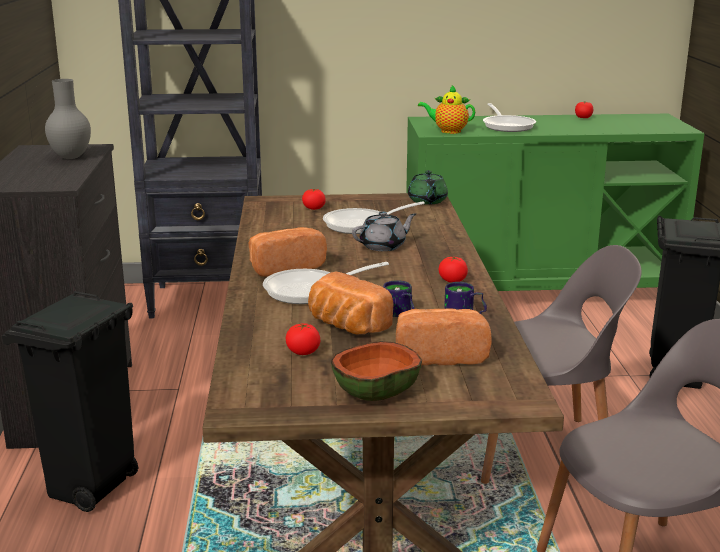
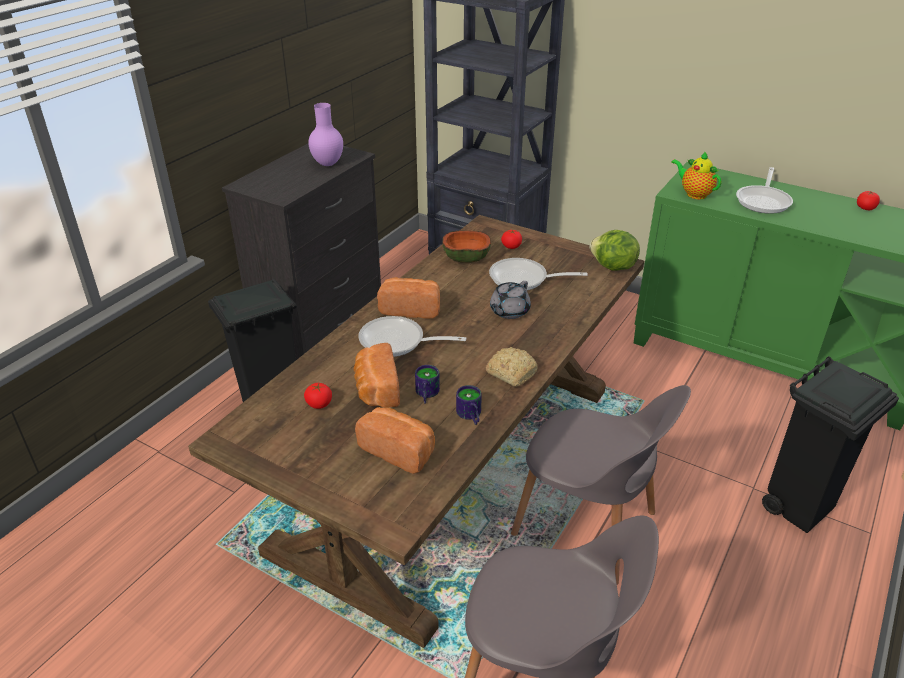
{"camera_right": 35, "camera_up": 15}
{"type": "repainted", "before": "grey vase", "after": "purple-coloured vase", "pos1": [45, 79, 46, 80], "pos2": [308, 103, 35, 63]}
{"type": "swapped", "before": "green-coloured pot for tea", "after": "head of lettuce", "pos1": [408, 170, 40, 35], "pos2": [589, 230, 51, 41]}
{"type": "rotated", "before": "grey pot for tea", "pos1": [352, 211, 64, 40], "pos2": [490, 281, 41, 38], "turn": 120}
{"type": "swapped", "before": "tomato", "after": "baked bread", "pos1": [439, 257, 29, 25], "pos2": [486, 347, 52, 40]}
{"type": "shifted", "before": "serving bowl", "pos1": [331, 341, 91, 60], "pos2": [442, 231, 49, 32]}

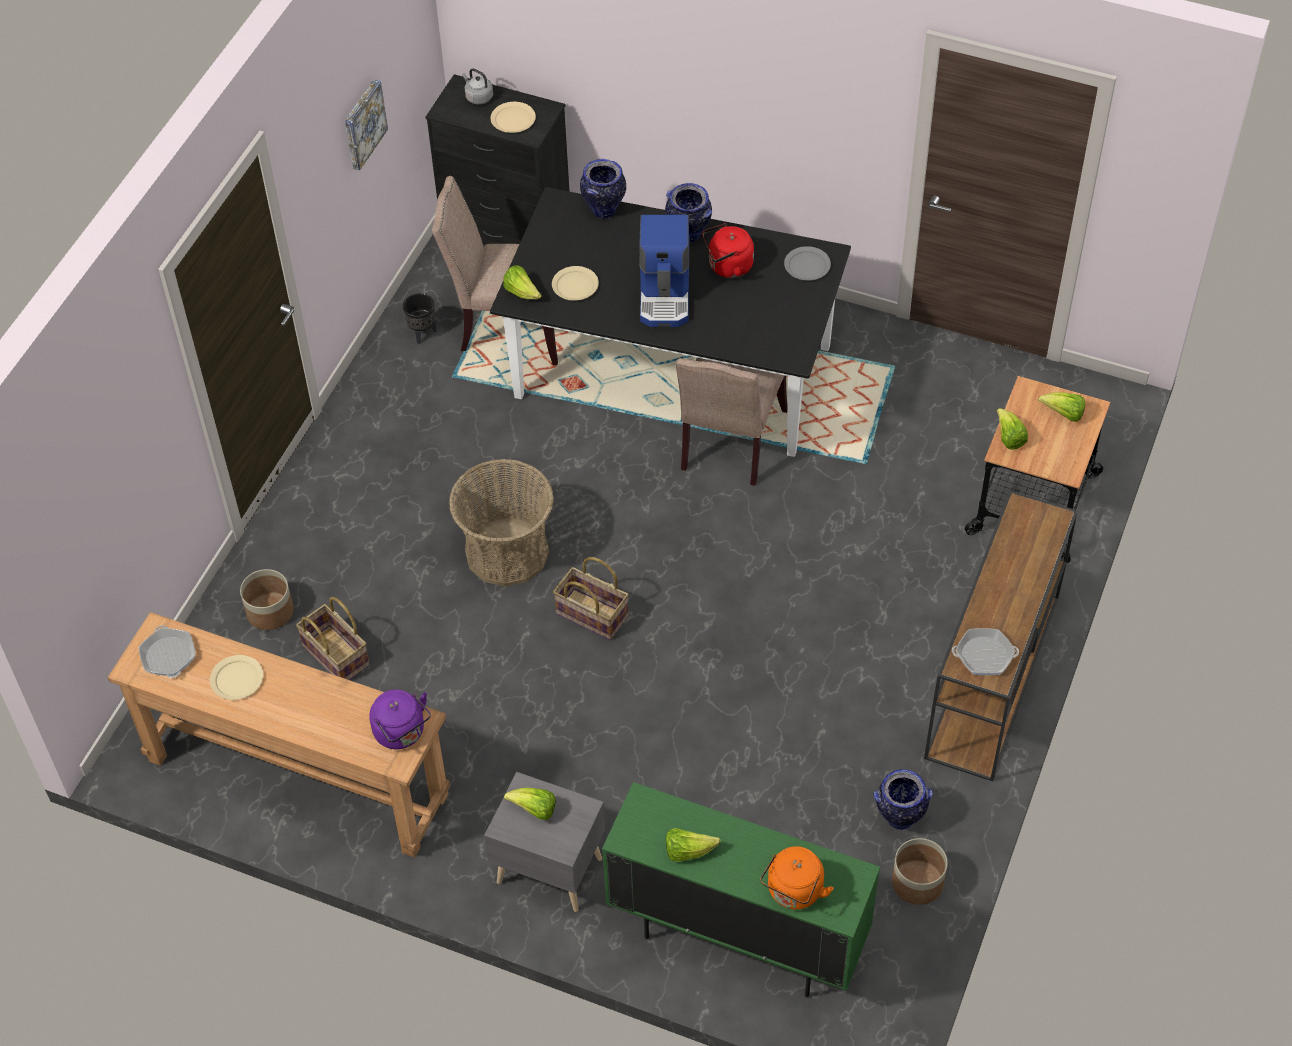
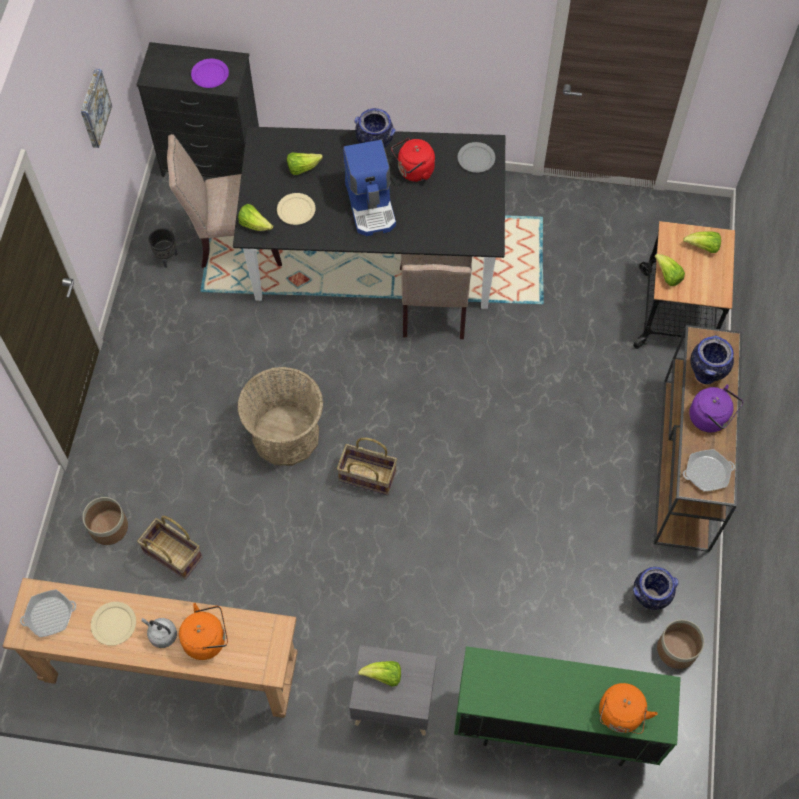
{"camera_right": -15, "camera_up": 10}
{"type": "shifted", "before": "grey water kettle", "pos1": [462, 68, 31, 37], "pos2": [141, 618, 36, 30]}
{"type": "repainted", "before": "beige flat dish", "after": "purple-coloured flat dish", "pos1": [491, 102, 45, 31], "pos2": [191, 59, 38, 29]}
{"type": "shifted", "before": "vase", "pos1": [580, 159, 46, 60], "pos2": [690, 336, 44, 48]}
{"type": "rotated", "before": "frying pan", "pos1": [139, 625, 57, 53], "pos2": [20, 589, 56, 48], "turn": -75}
{"type": "shifted", "before": "purple-coloured water kettle", "pos1": [369, 690, 62, 59], "pos2": [689, 385, 54, 47]}
{"type": "shifted", "before": "head of lettuce", "pos1": [666, 828, 55, 34], "pos2": [287, 152, 36, 23]}
{"type": "new", "after": "orange-coloured water kettle", "pos2": [179, 603, 49, 57]}

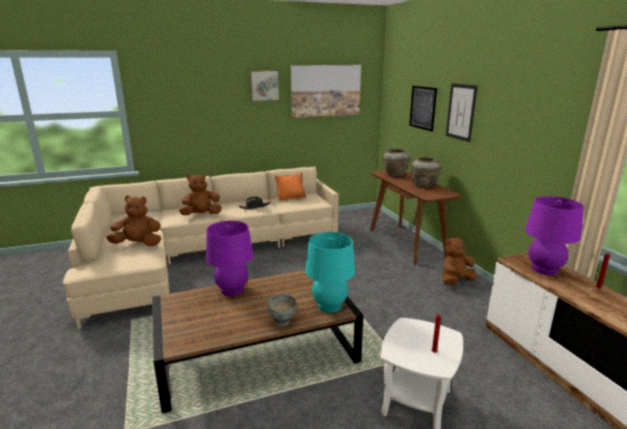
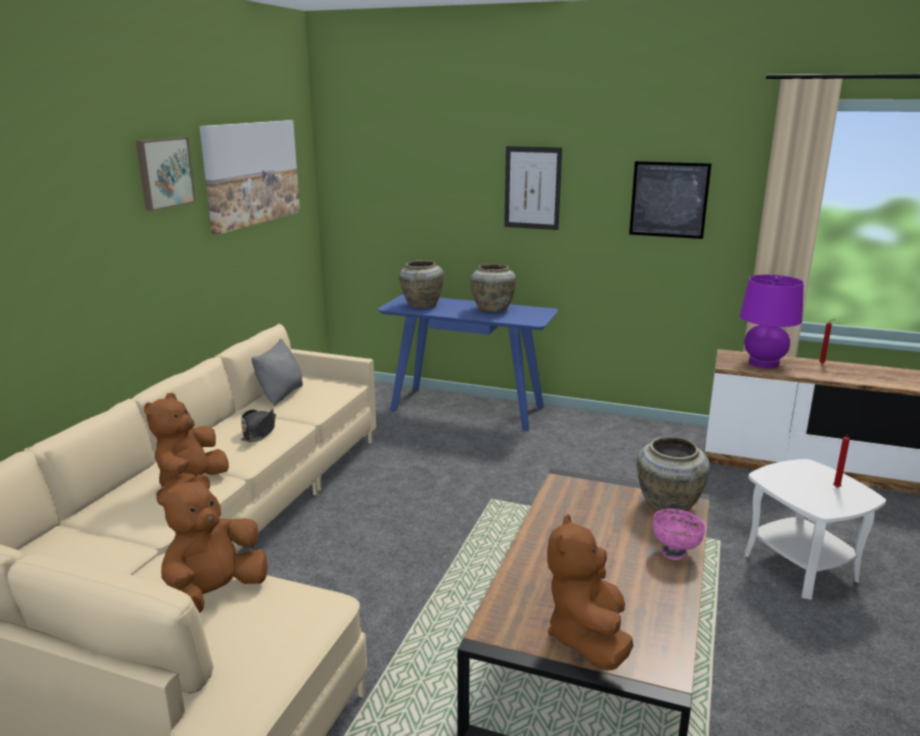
{"camera_right": -50, "camera_up": 0}
{"type": "shifted", "before": "picture", "pos1": [409, 86, 28, 45], "pos2": [629, 161, 83, 78]}
{"type": "repainted", "before": "brown-coloured narrow table", "after": "blue narrow table", "pos1": [370, 170, 91, 95], "pos2": [378, 295, 181, 136]}
{"type": "repainted", "before": "orange-coloured throw pillow", "after": "grey throw pillow", "pos1": [275, 172, 31, 29], "pos2": [251, 339, 52, 67]}
{"type": "gone", "before": "purple-coloured table lamp", "pos1": [206, 221, 48, 75]}
{"type": "swapped", "before": "turquoise-coloured table lamp", "after": "beige vase", "pos1": [305, 232, 50, 81], "pos2": [637, 436, 73, 76]}
{"type": "shifted", "before": "brown-coloured cuddly toy", "pos1": [442, 237, 35, 48], "pos2": [547, 514, 86, 157]}
{"type": "repainted", "before": "grey serving bowl", "after": "pinkish serving bowl", "pos1": [267, 294, 30, 31], "pos2": [653, 509, 53, 51]}

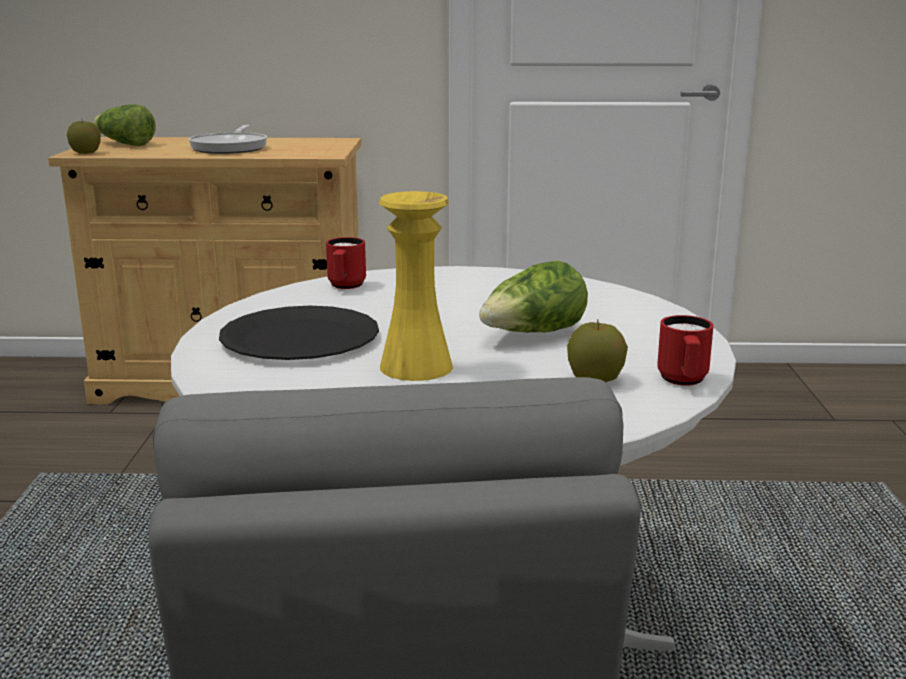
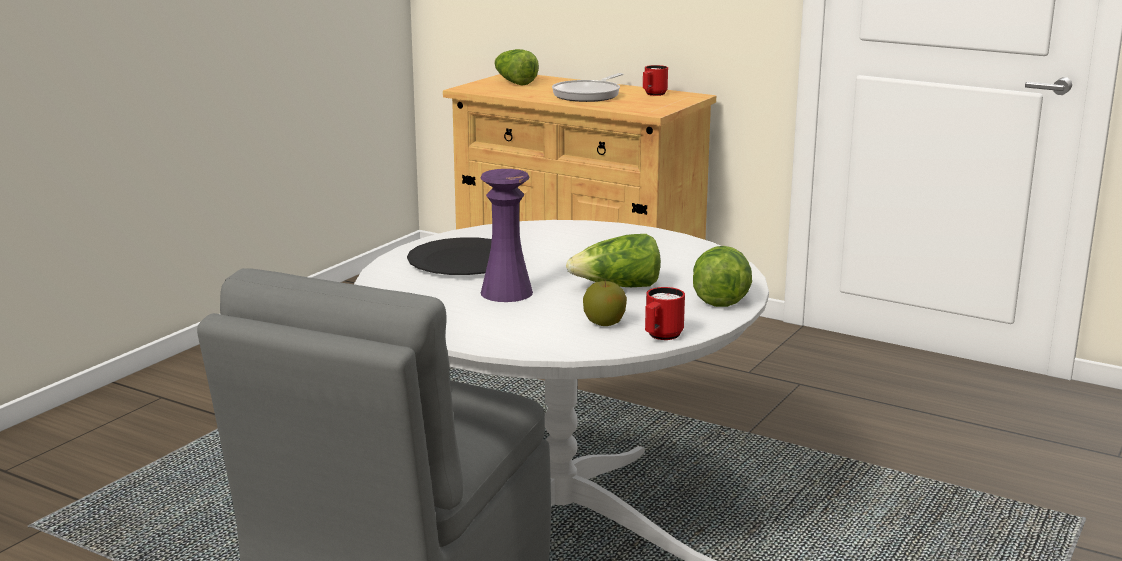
{"camera_right": 30, "camera_up": 0}
{"type": "gone", "before": "whole apple", "pos1": [67, 121, 34, 33]}
{"type": "repainted", "before": "yellow vase", "after": "purple-coloured vase", "pos1": [379, 191, 74, 190], "pos2": [481, 169, 52, 133]}
{"type": "shifted", "before": "red-coloured mug", "pos1": [326, 237, 40, 52], "pos2": [643, 65, 25, 31]}
{"type": "new", "after": "head of lettuce", "pos2": [693, 246, 59, 61]}

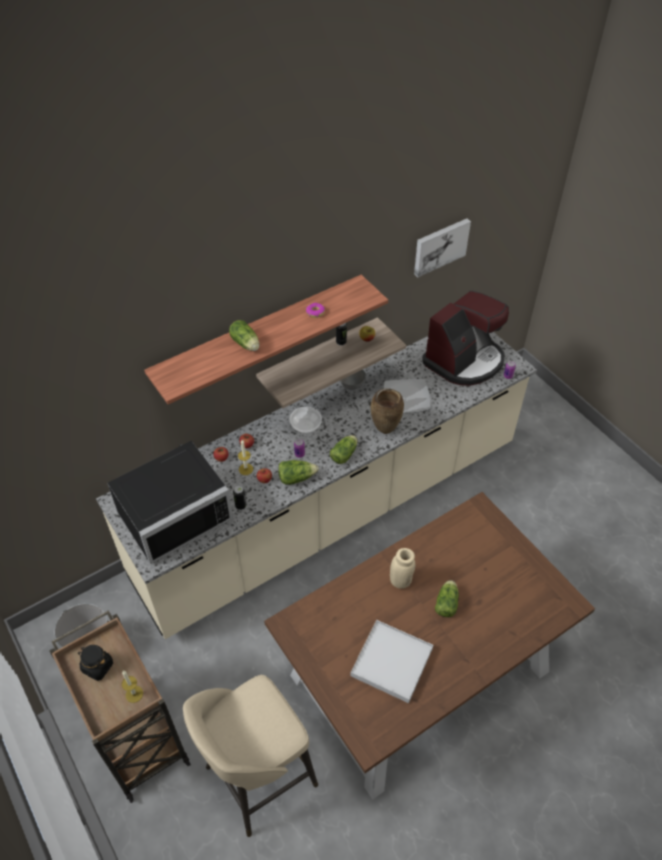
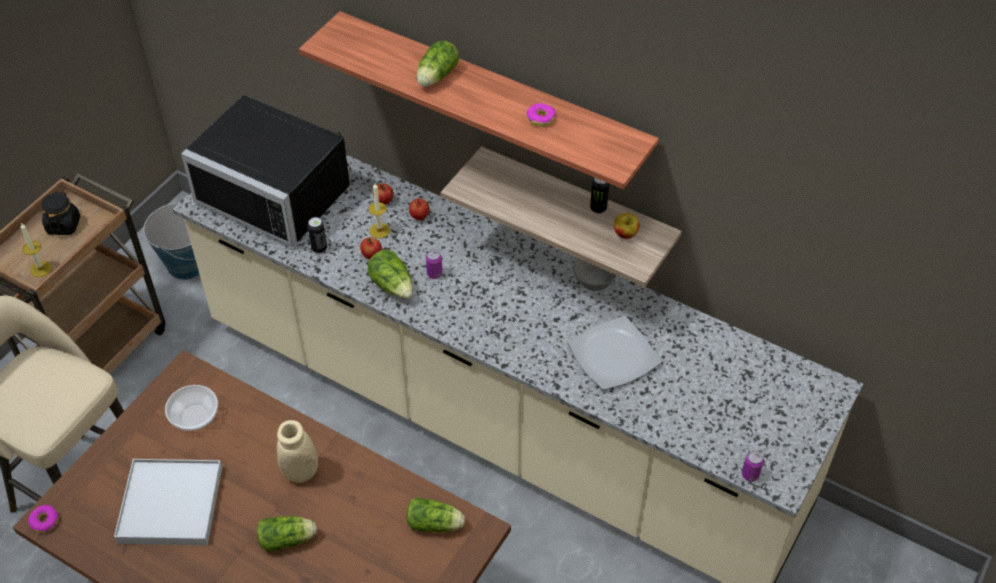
{"camera_right": 65, "camera_up": 0}
{"type": "gone", "before": "picture", "pos1": [414, 219, 57, 58]}
{"type": "gone", "before": "coffee machine", "pos1": [422, 291, 87, 95]}
{"type": "gone", "before": "brown-coloured vase", "pos1": [371, 389, 33, 45]}
{"type": "shifted", "before": "serving bowl", "pos1": [289, 407, 33, 27], "pos2": [165, 385, 53, 46]}
{"type": "shifted", "before": "head of lettuce", "pos1": [330, 435, 28, 29], "pos2": [407, 497, 58, 35]}
{"type": "new", "after": "doughnut", "pos2": [28, 505, 31, 28]}

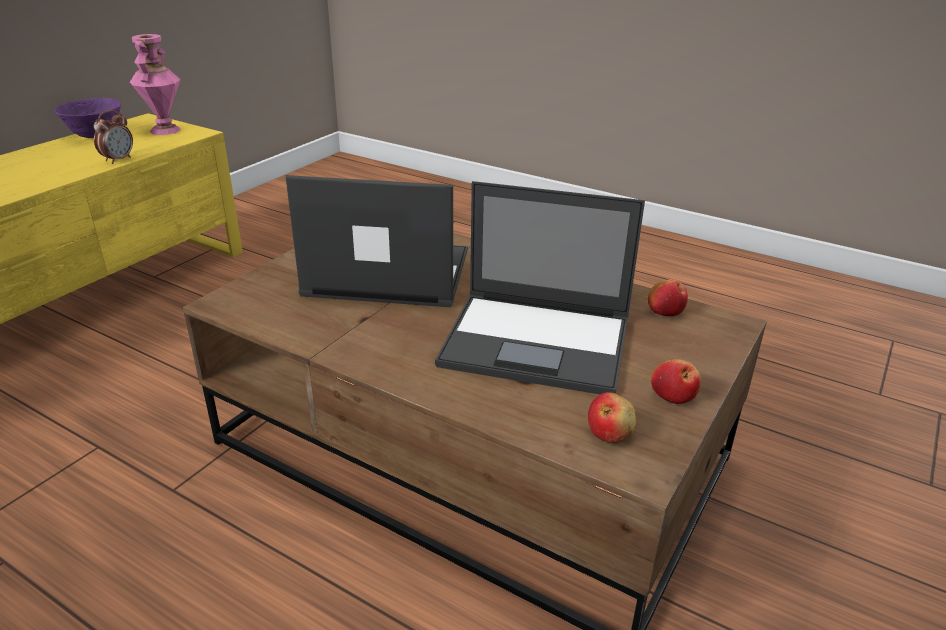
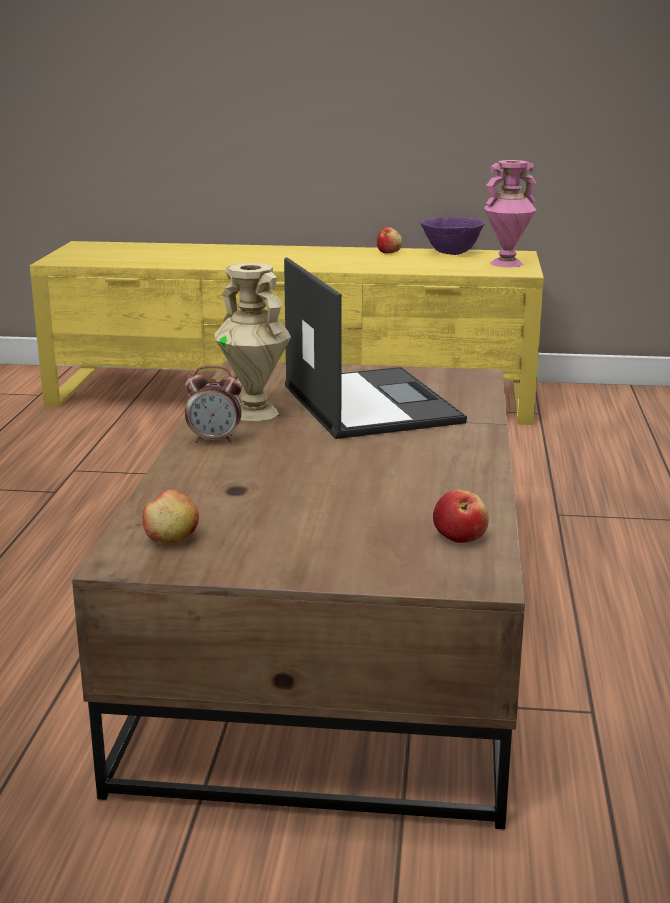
{"camera_right": 65, "camera_up": -10}
{"type": "shifted", "before": "table clock", "pos1": [93, 110, 40, 54], "pos2": [185, 365, 57, 78]}
{"type": "gone", "before": "notebook computer", "pos1": [435, 181, 210, 213]}
{"type": "shifted", "before": "whole apple", "pos1": [651, 359, 50, 45], "pos2": [377, 227, 25, 27]}
{"type": "new", "after": "beige vase", "pos2": [214, 263, 77, 158]}

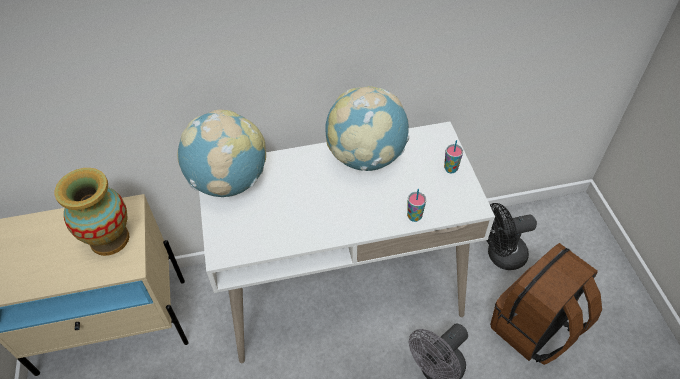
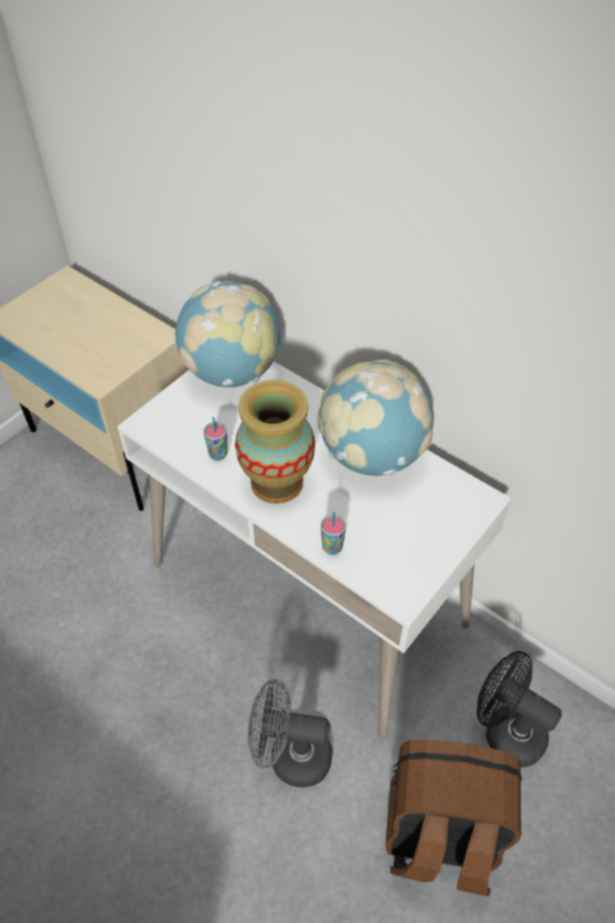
{"camera_right": 50, "camera_up": 0}
{"type": "shifted", "before": "cup", "pos1": [444, 140, 19, 33], "pos2": [203, 417, 25, 44]}
{"type": "shifted", "before": "vase", "pos1": [55, 168, 74, 88], "pos2": [235, 380, 80, 124]}

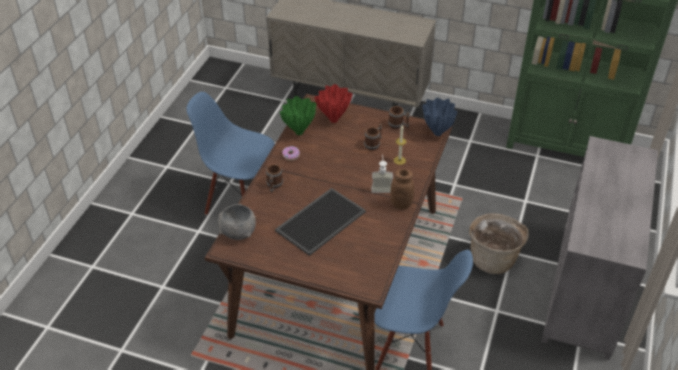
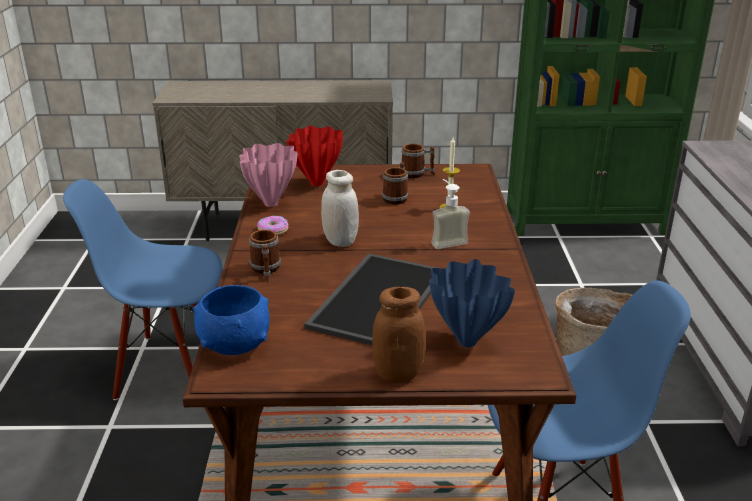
{"camera_right": -20, "camera_up": -15}
{"type": "repainted", "before": "green-coloured vase", "after": "pinkish vase", "pos1": [280, 96, 36, 39], "pos2": [239, 143, 59, 64]}
{"type": "shifted", "before": "blue vase", "pos1": [422, 98, 35, 38], "pos2": [429, 259, 86, 88]}
{"type": "shifted", "before": "brown-coloured storage jar", "pos1": [390, 169, 24, 41], "pos2": [372, 287, 54, 96]}
{"type": "repainted", "before": "grey serving bowl", "after": "blue serving bowl", "pos1": [219, 204, 37, 36], "pos2": [193, 285, 76, 70]}
{"type": "new", "after": "white storage jar", "pos2": [321, 170, 38, 77]}

